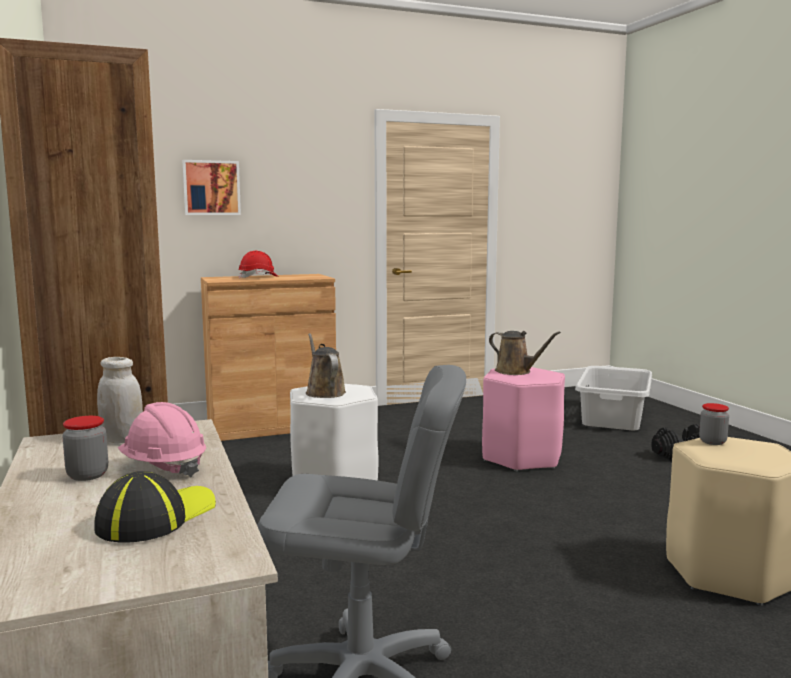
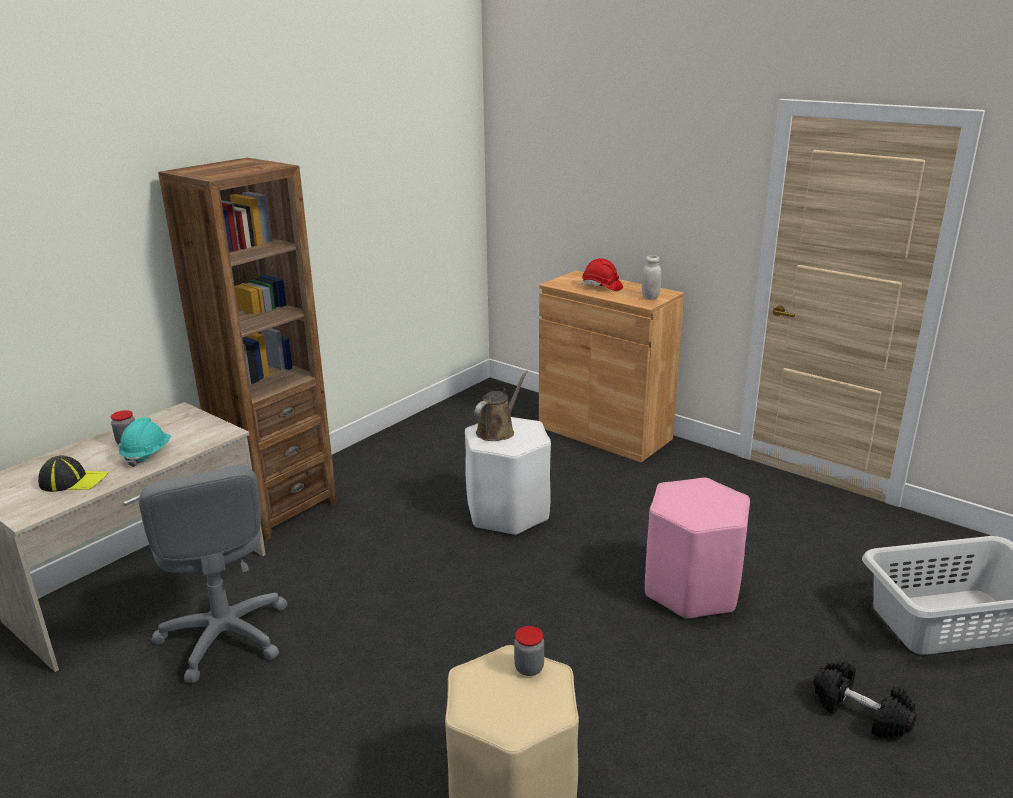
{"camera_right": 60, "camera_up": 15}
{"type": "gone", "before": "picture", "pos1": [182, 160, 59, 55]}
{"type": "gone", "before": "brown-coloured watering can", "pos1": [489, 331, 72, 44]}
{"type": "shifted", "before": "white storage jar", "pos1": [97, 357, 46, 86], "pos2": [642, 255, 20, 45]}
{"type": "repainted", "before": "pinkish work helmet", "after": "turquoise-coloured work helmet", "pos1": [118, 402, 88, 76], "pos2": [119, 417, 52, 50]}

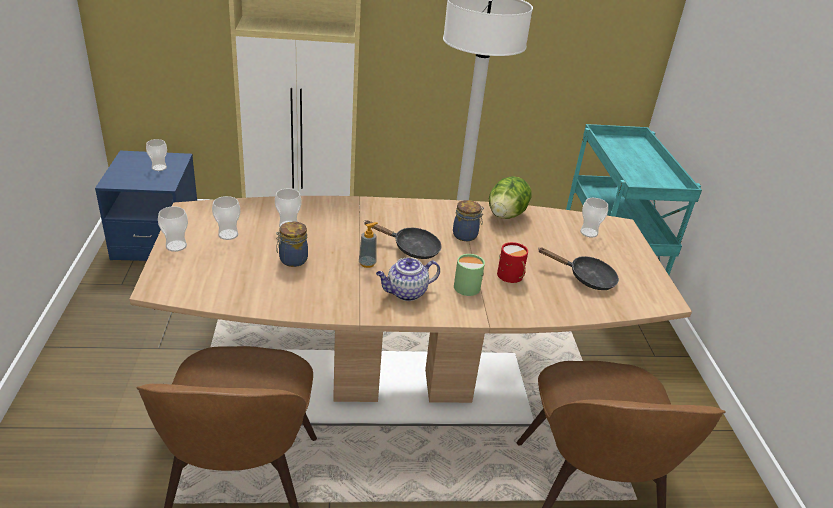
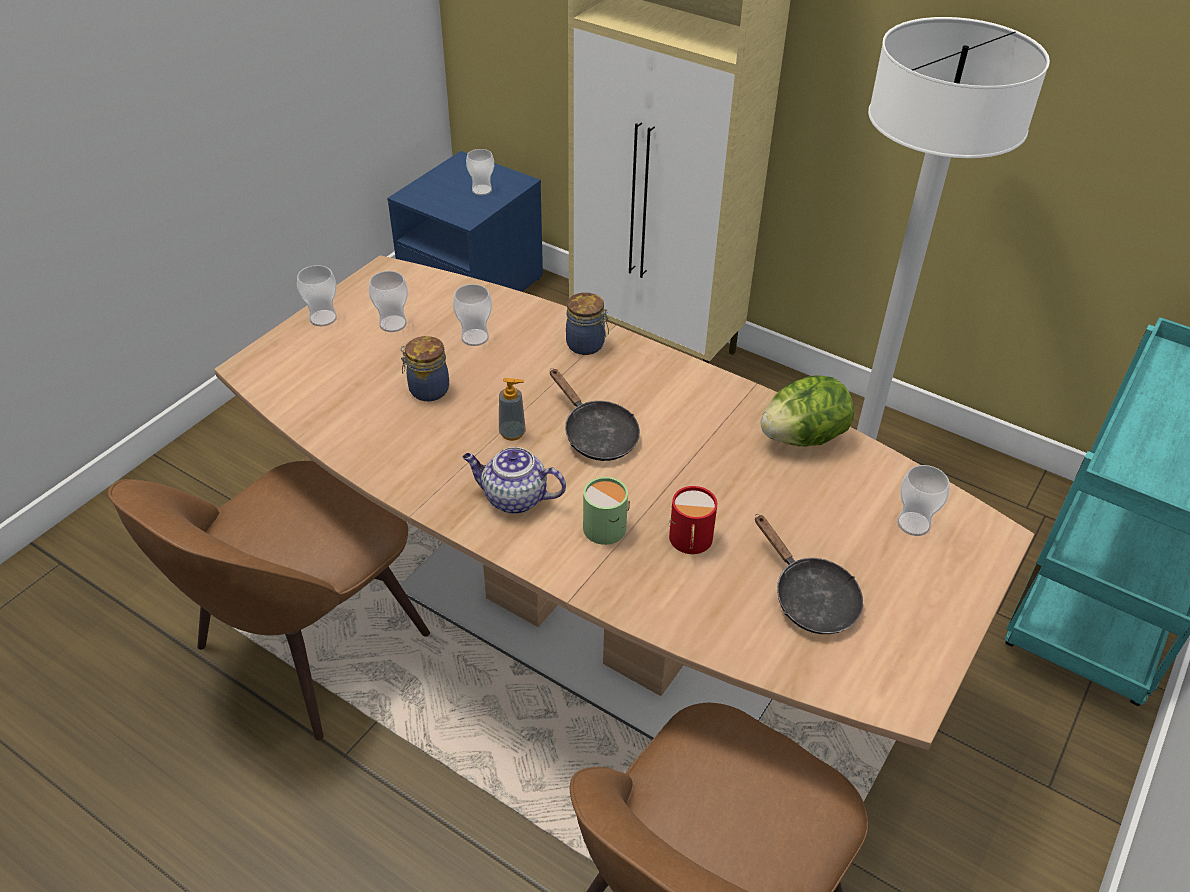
{"camera_right": 40, "camera_up": 10}
{"type": "shifted", "before": "storage jar", "pos1": [453, 200, 31, 41], "pos2": [566, 293, 43, 62]}

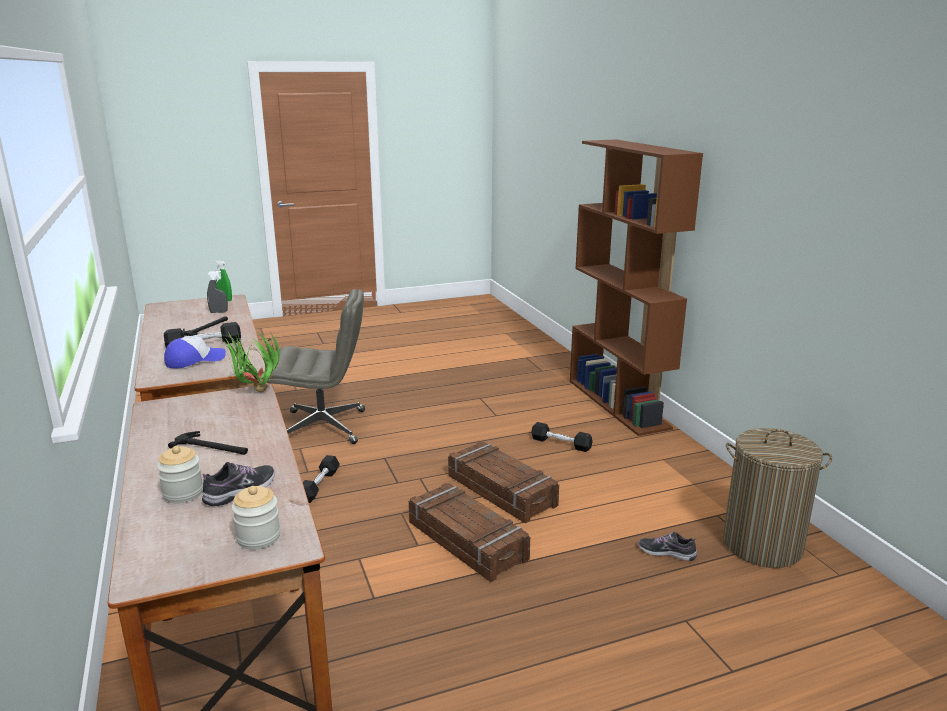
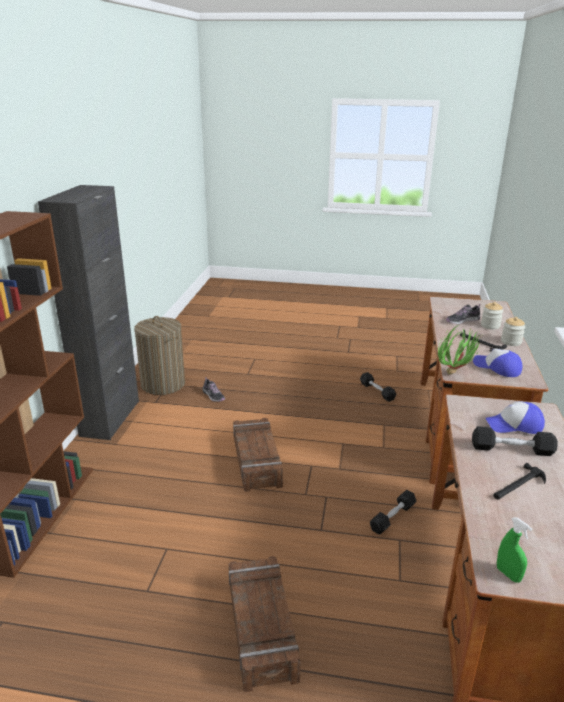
{"camera_right": -150, "camera_up": 5}
{"type": "gone", "before": "grey spray bottle", "pos1": [207, 271, 21, 42]}
{"type": "gone", "before": "grey computer chair", "pos1": [267, 289, 98, 155]}
{"type": "shifted", "before": "blackish hand weight", "pos1": [531, 422, 62, 30], "pos2": [360, 372, 36, 30]}
{"type": "shifted", "before": "crate", "pos1": [409, 483, 121, 99], "pos2": [229, 556, 72, 136]}
{"type": "shifted", "before": "storage jar", "pos1": [232, 486, 49, 63], "pos2": [501, 317, 24, 29]}
{"type": "new", "after": "blackish cupboard", "pos2": [38, 185, 101, 255]}
{"type": "new", "after": "baseball cap", "pos2": [473, 348, 49, 29]}

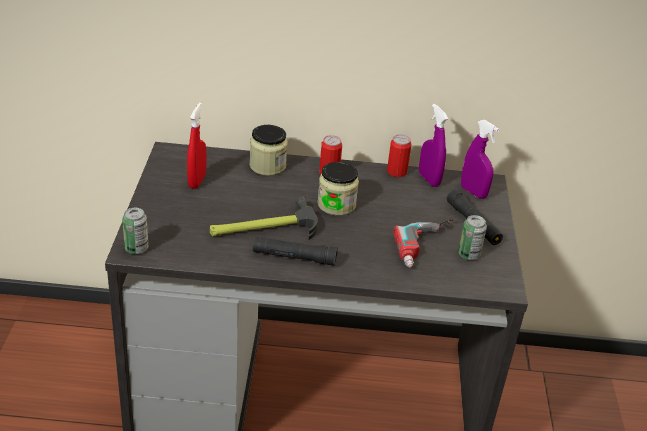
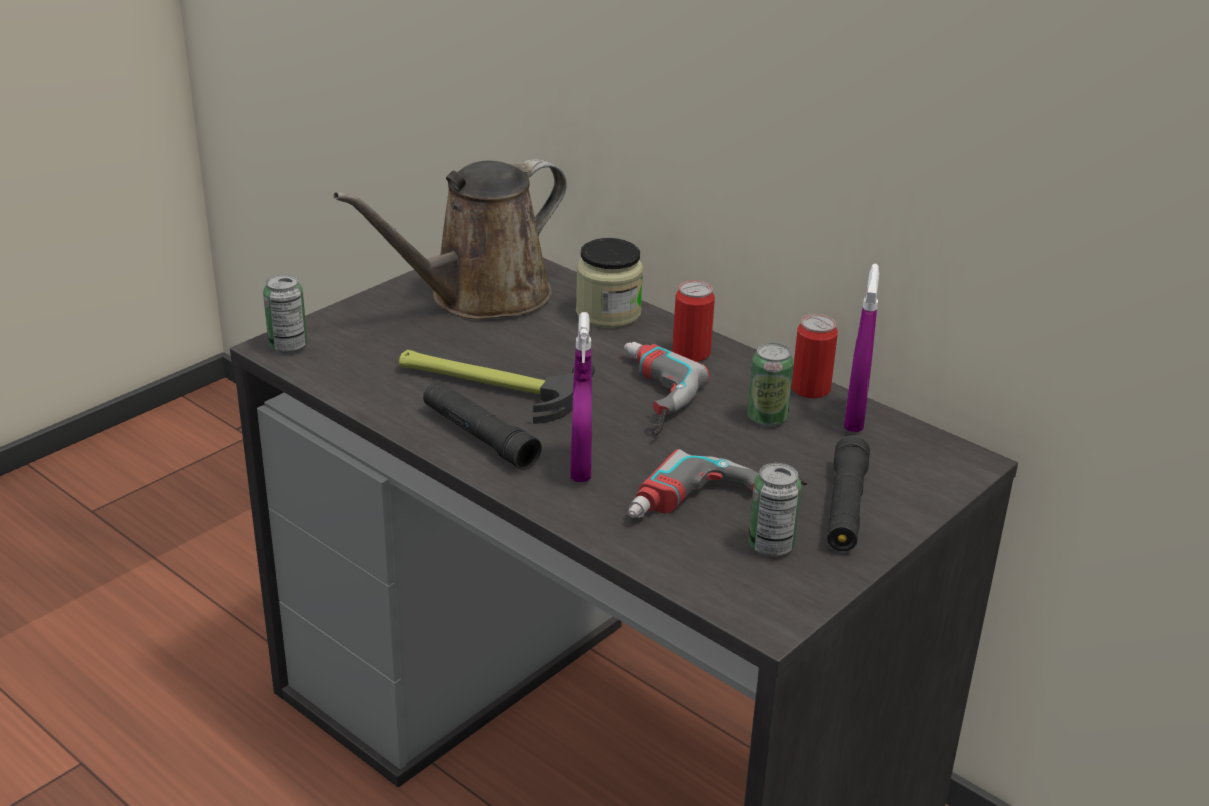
{"camera_right": 40, "camera_up": -5}
{"type": "swapped", "before": "red-coloured spray bottle", "after": "brown-coloured watering can", "pos1": [187, 102, 19, 87], "pos2": [334, 159, 233, 160]}
{"type": "shifted", "before": "purple-coloured spray bottle", "pos1": [461, 120, 38, 79], "pos2": [570, 312, 22, 170]}
{"type": "swapped", "before": "storage jar", "after": "power drill", "pos1": [318, 162, 41, 54], "pos2": [624, 342, 86, 93]}
{"type": "new", "after": "sealed can", "pos2": [747, 343, 47, 83]}

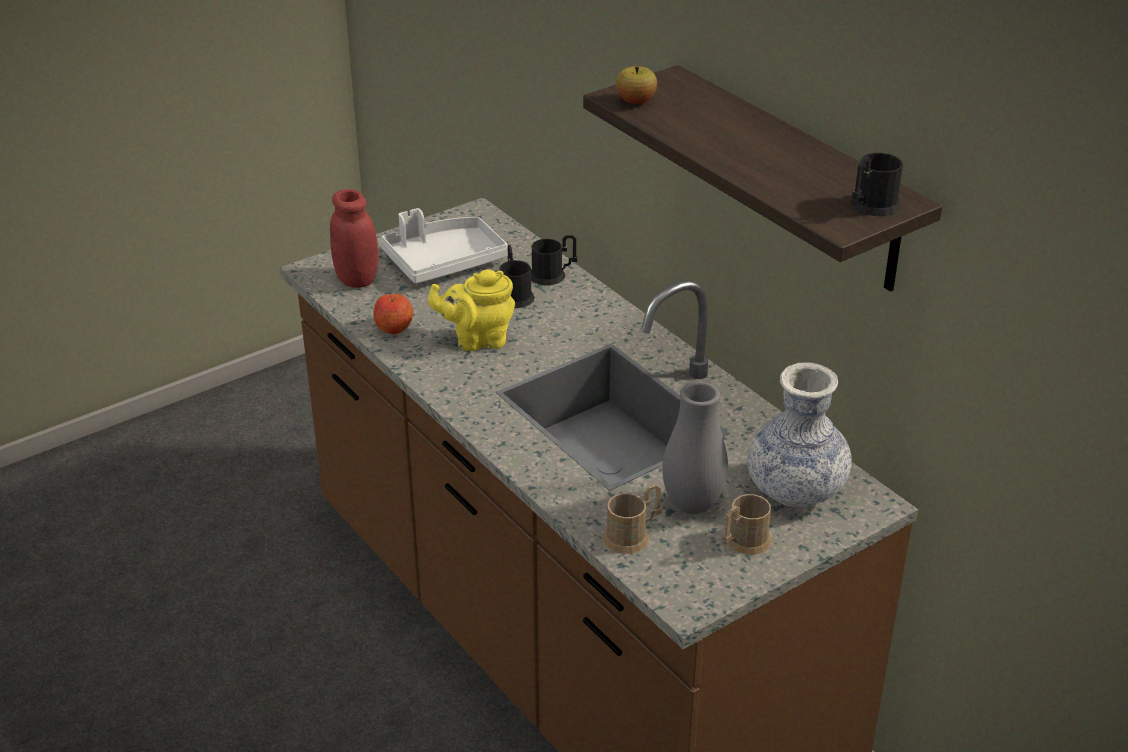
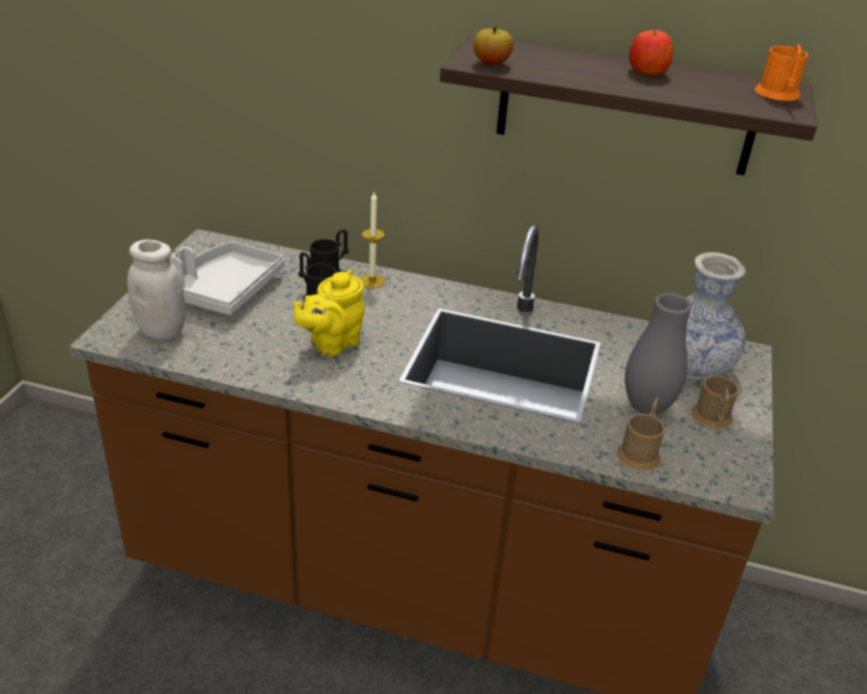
{"camera_right": -40, "camera_up": 0}
{"type": "repainted", "before": "blackish mug", "after": "orange-coloured mug", "pos1": [850, 153, 53, 63], "pos2": [755, 45, 53, 56]}
{"type": "repainted", "before": "red-coloured storage jar", "after": "white storage jar", "pos1": [330, 189, 48, 99], "pos2": [127, 239, 59, 101]}
{"type": "shifted", "before": "whole apple", "pos1": [373, 294, 40, 40], "pos2": [629, 27, 44, 48]}
{"type": "new", "after": "wax candle", "pos2": [360, 192, 25, 96]}

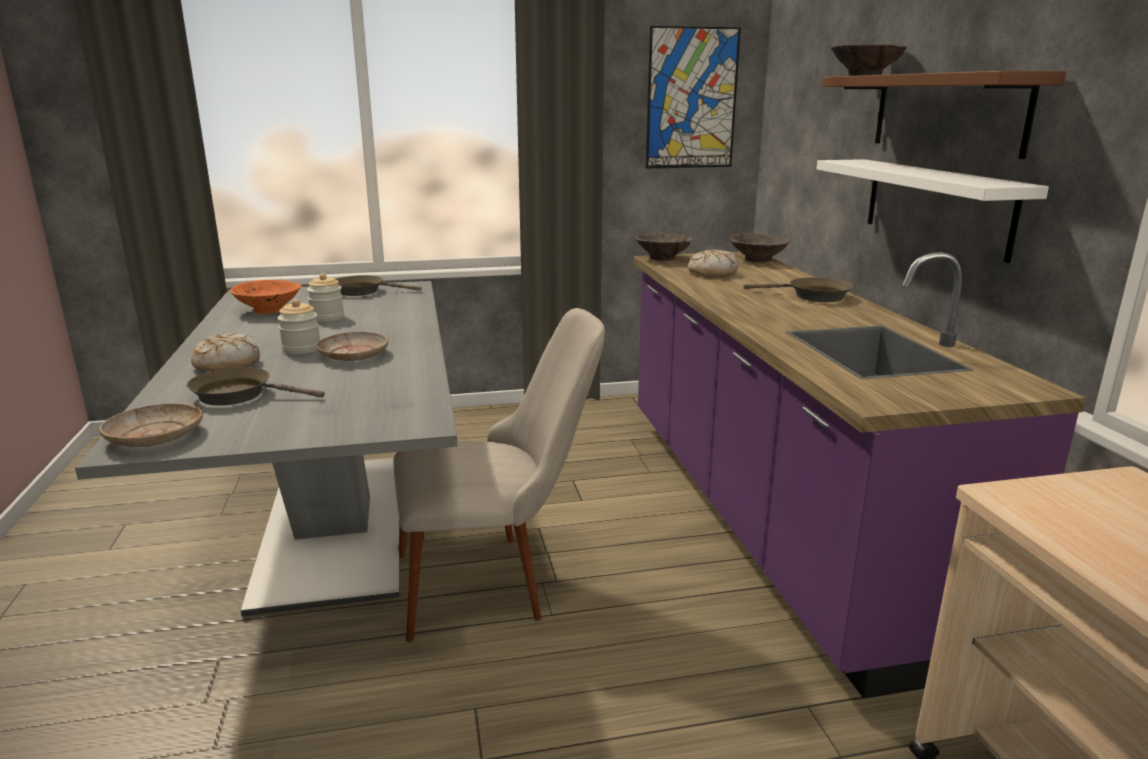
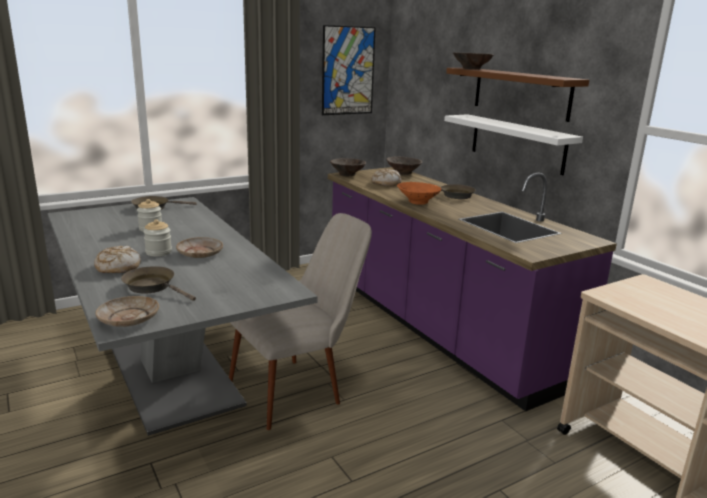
{"camera_right": -20, "camera_up": 0}
{"type": "shifted", "before": "orange-coloured serving bowl", "pos1": [230, 280, 71, 34], "pos2": [397, 182, 45, 23]}
{"type": "rotated", "before": "brown-coloured frying pan", "pos1": [187, 367, 137, 39], "pos2": [121, 266, 75, 35], "turn": 45}

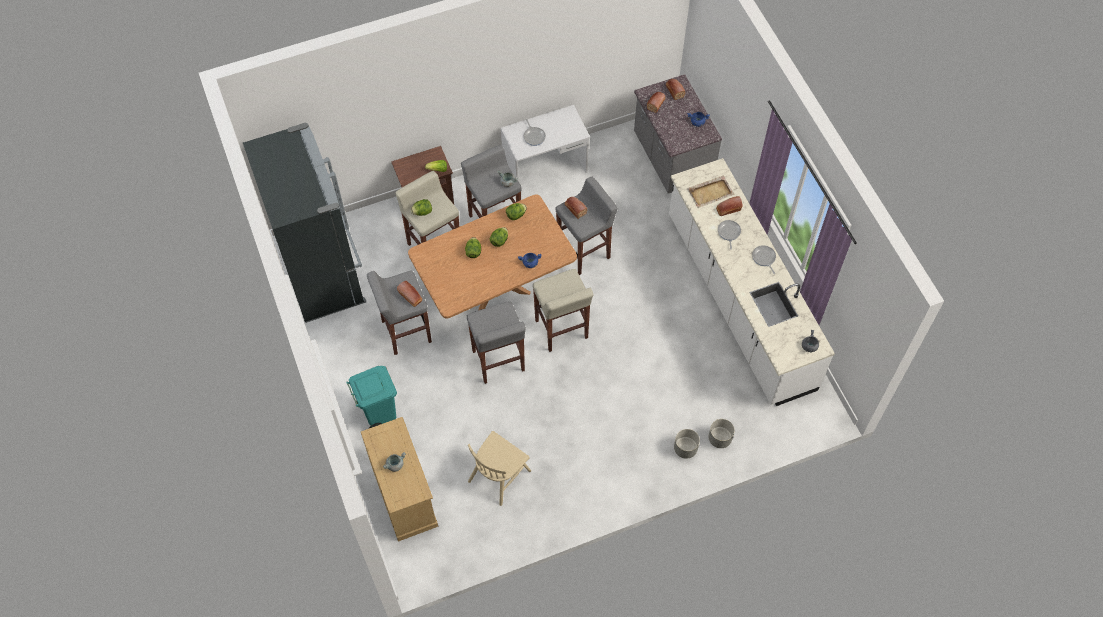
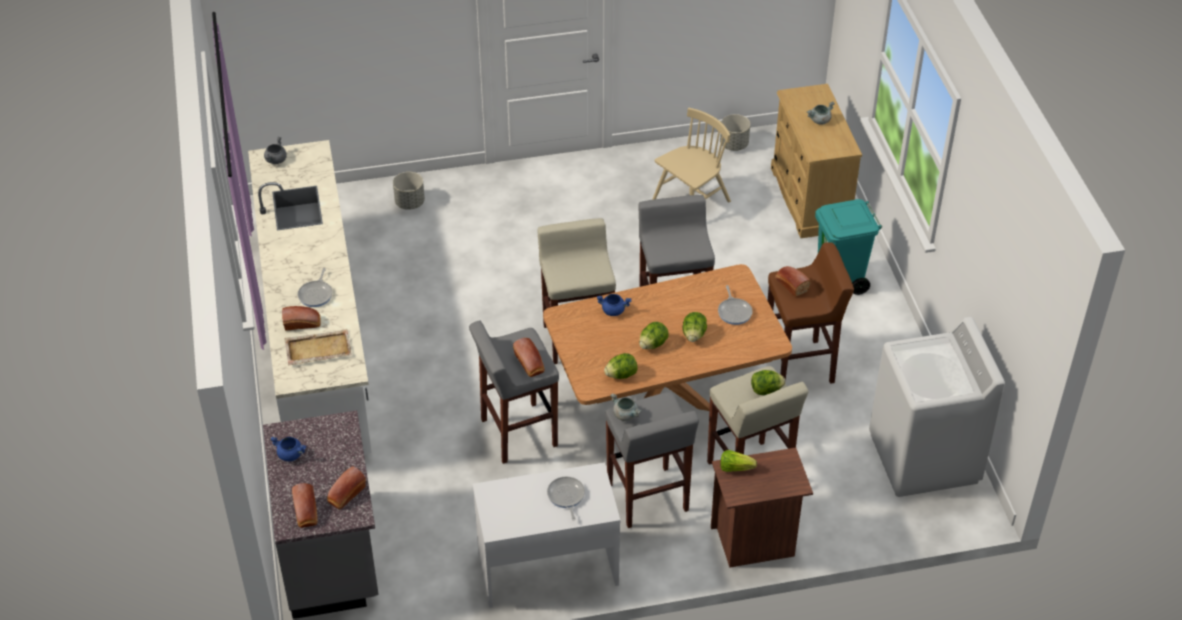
{"camera_right": -170, "camera_up": -15}
{"type": "swapped", "before": "blackish kitchen fridge", "after": "white laundry machine", "pos1": [243, 122, 123, 201], "pos2": [869, 317, 136, 180]}
{"type": "shifted", "before": "frying pan", "pos1": [752, 245, 24, 29], "pos2": [718, 285, 35, 40]}
{"type": "repainted", "before": "grey stool", "after": "brown-coloured stool", "pos1": [367, 271, 65, 84], "pos2": [768, 242, 86, 142]}
{"type": "shifted", "before": "grey plant pot", "pos1": [674, 429, 26, 30], "pos2": [720, 114, 30, 37]}

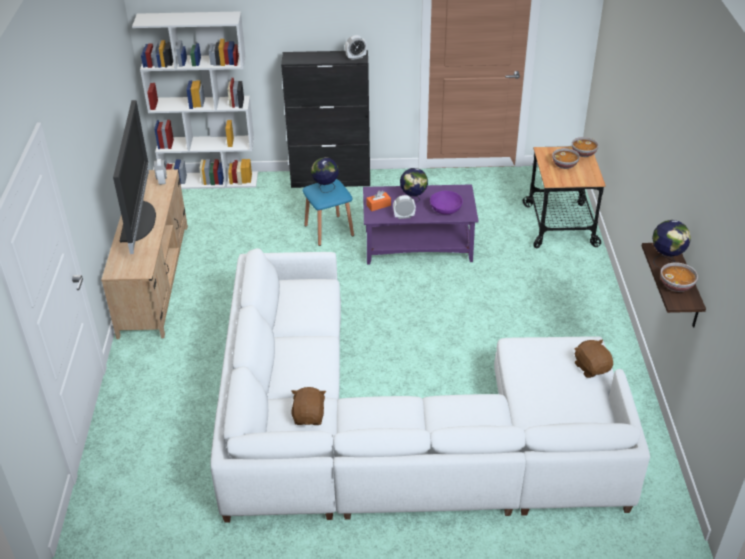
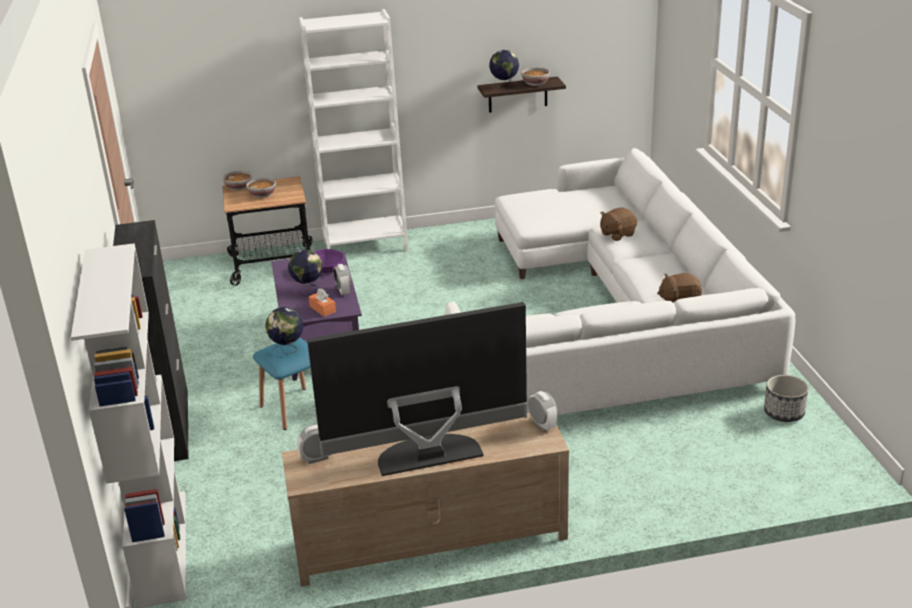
{"camera_right": -100, "camera_up": -10}
{"type": "shifted", "before": "table clock", "pos1": [345, 35, 22, 25], "pos2": [528, 391, 29, 41]}
{"type": "shifted", "before": "brown-coloured cuddly toy", "pos1": [574, 339, 39, 39], "pos2": [600, 208, 37, 33]}
{"type": "new", "after": "white bookcase", "pos2": [299, 9, 109, 243]}
{"type": "new", "after": "plant pot", "pos2": [764, 375, 45, 47]}

